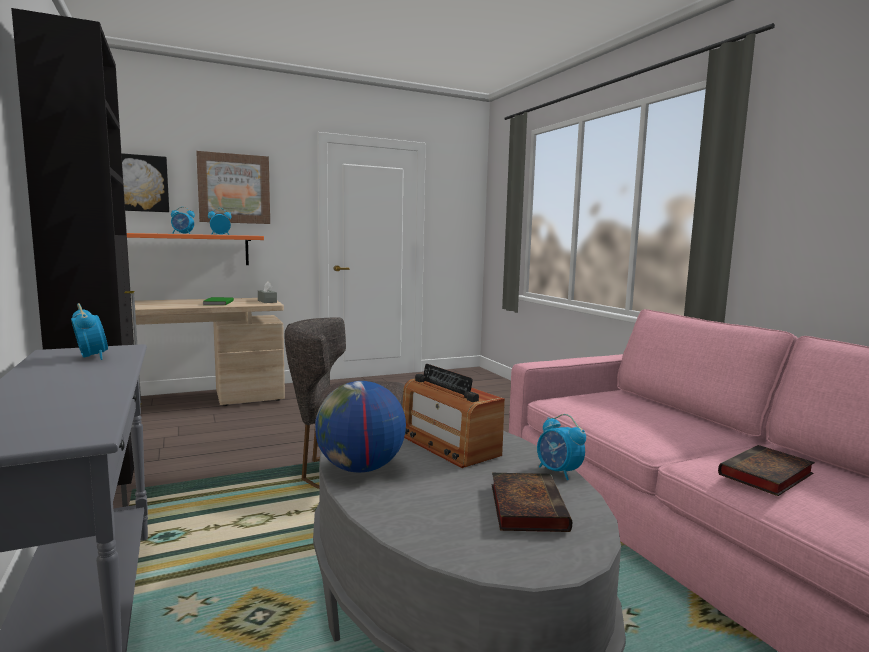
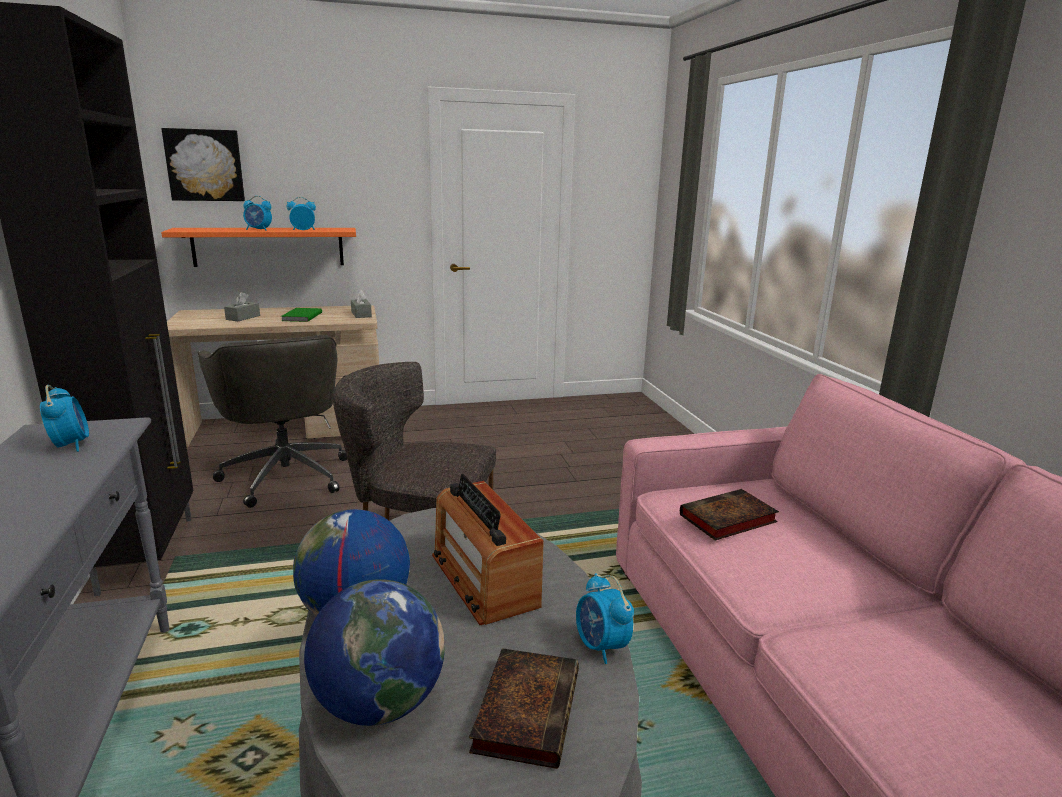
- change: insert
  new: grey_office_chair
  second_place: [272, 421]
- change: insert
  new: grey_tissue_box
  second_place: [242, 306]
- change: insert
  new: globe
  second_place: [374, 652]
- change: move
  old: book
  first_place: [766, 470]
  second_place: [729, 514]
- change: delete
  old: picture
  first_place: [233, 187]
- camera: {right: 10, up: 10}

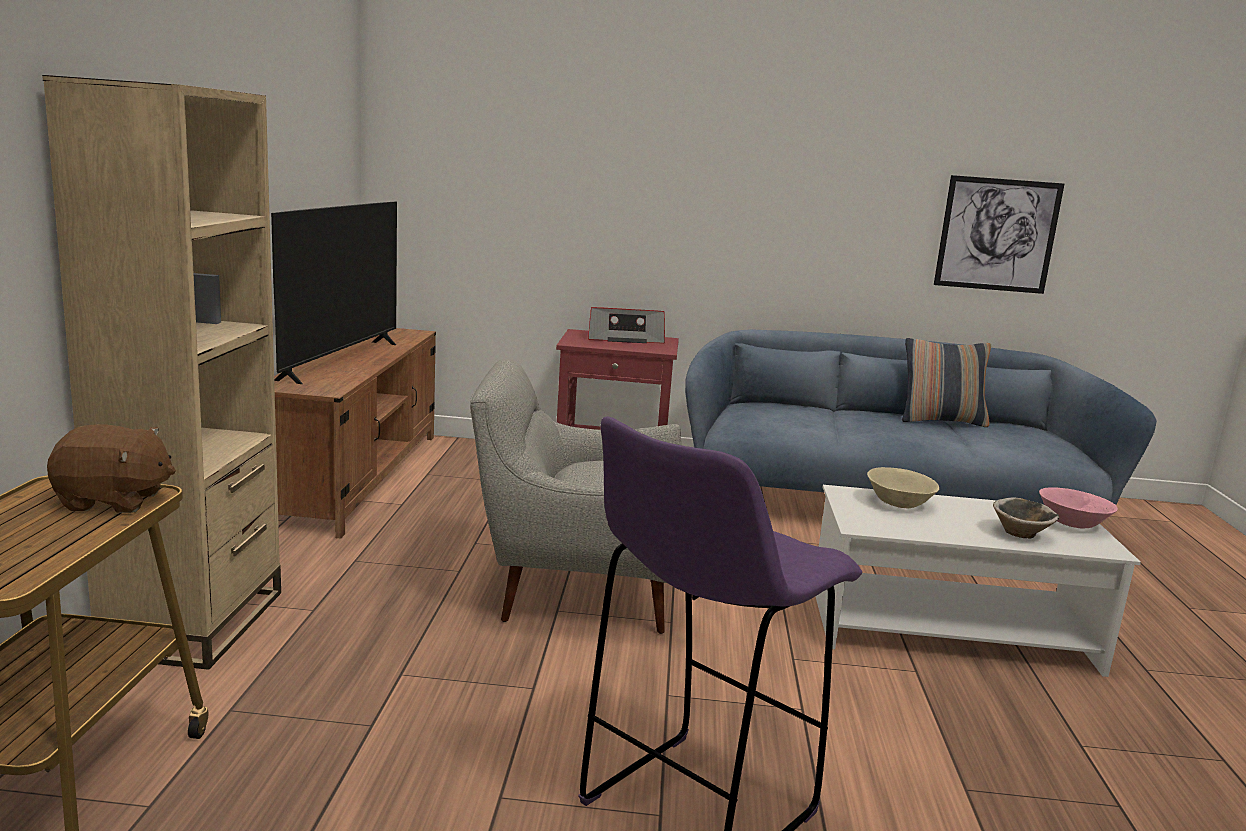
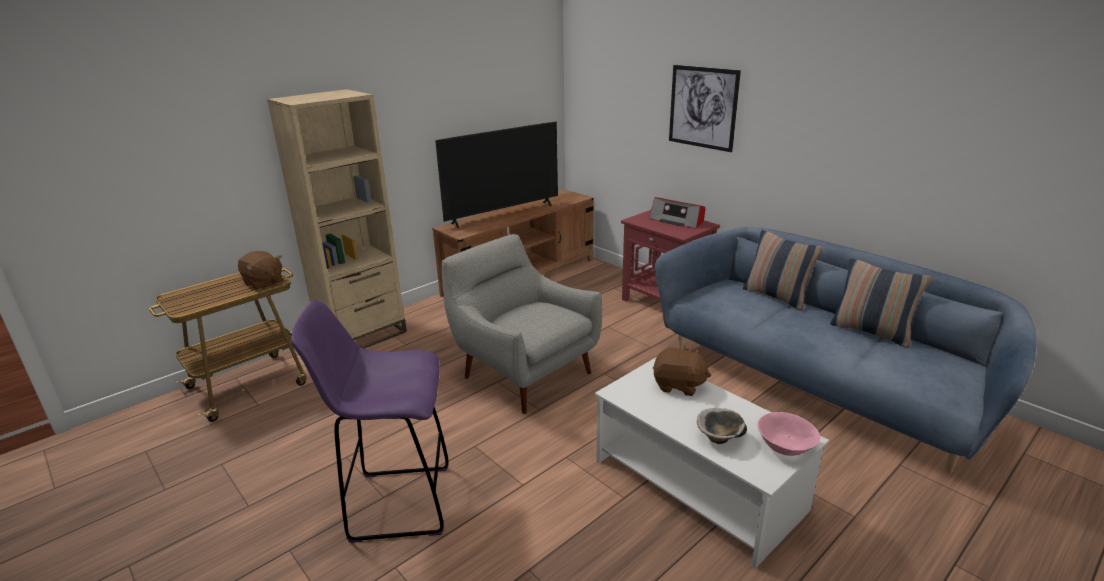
- change: replace
  old: beige_bowl
  new: brown_plush_toy
  first_place: [903, 487]
  second_place: [682, 372]
- change: move
  old: picture
  first_place: [999, 234]
  second_place: [705, 108]
- change: insert
  new: pillow
  second_place: [783, 270]
- camera: {right: 45, up: 10}

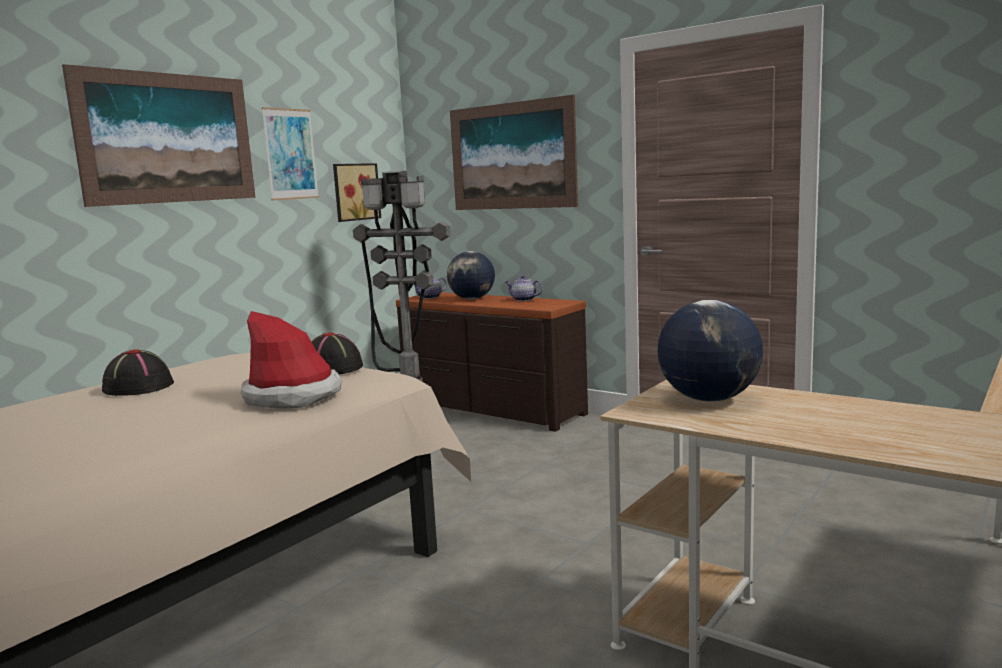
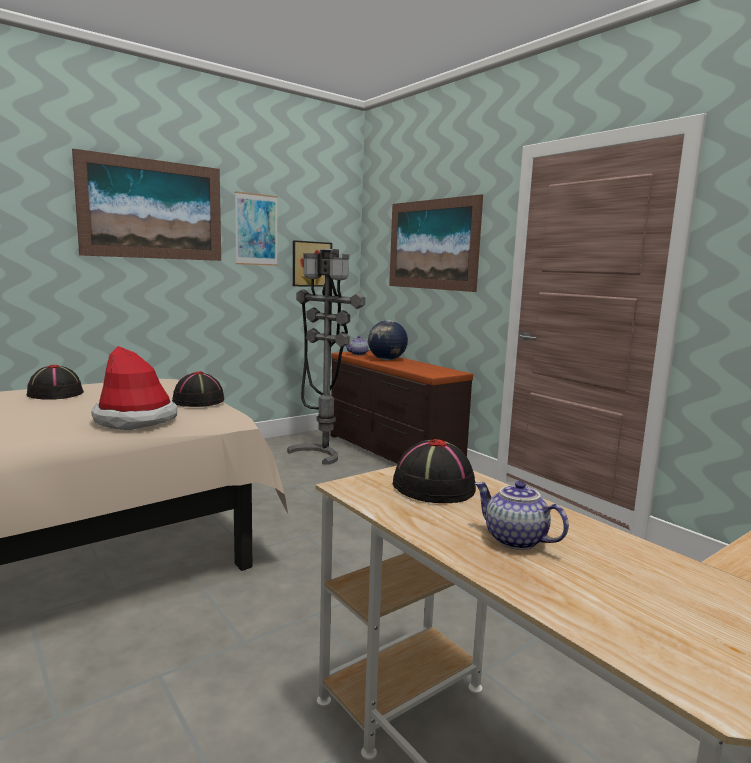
- change: replace
  old: globe
  new: black_hat
  first_place: [710, 351]
  second_place: [434, 471]
- change: move
  old: teapot
  first_place: [524, 288]
  second_place: [522, 515]
- camera: {right: 15, up: 0}

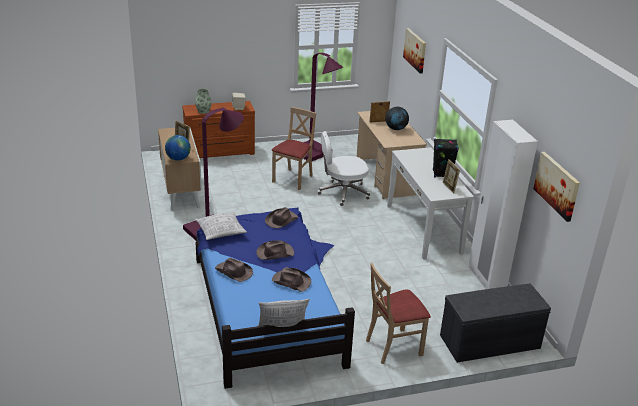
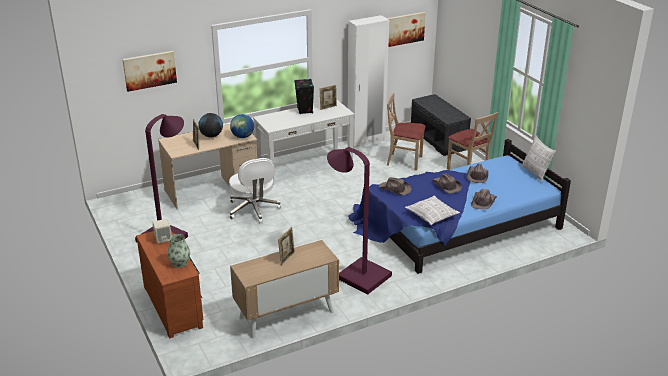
- change: move
  old: globe
  first_place: [178, 148]
  second_place: [242, 126]
- change: move
  old: beige_chair
  first_place: [293, 148]
  second_place: [406, 132]
- camera: {right: -100, up: 0}

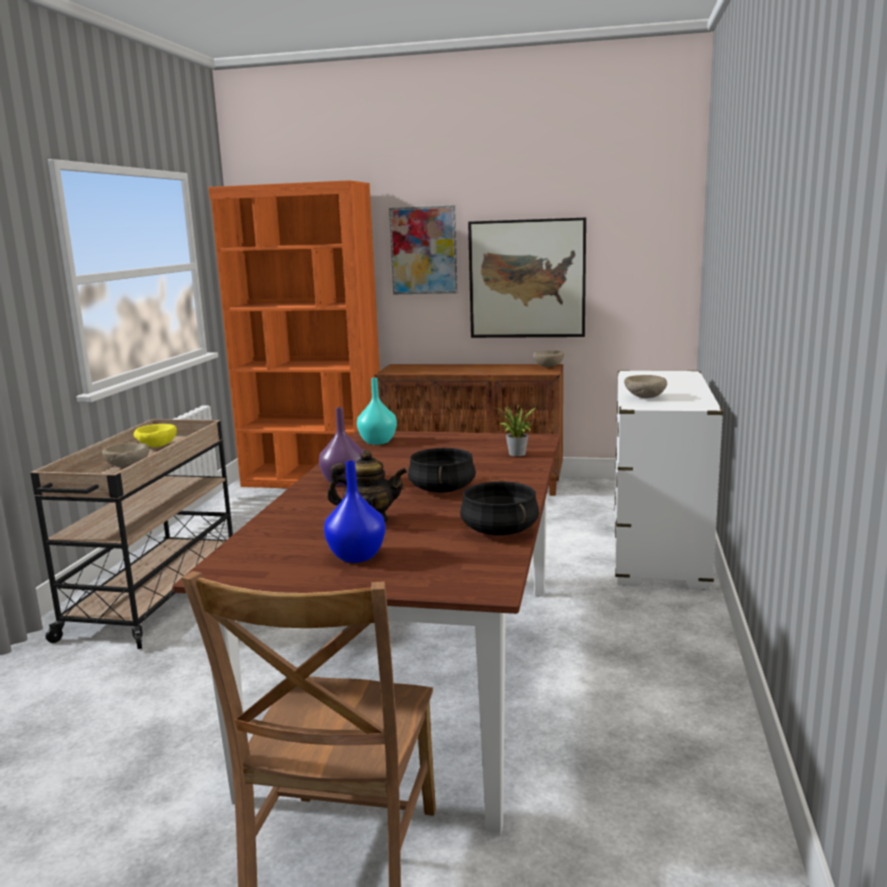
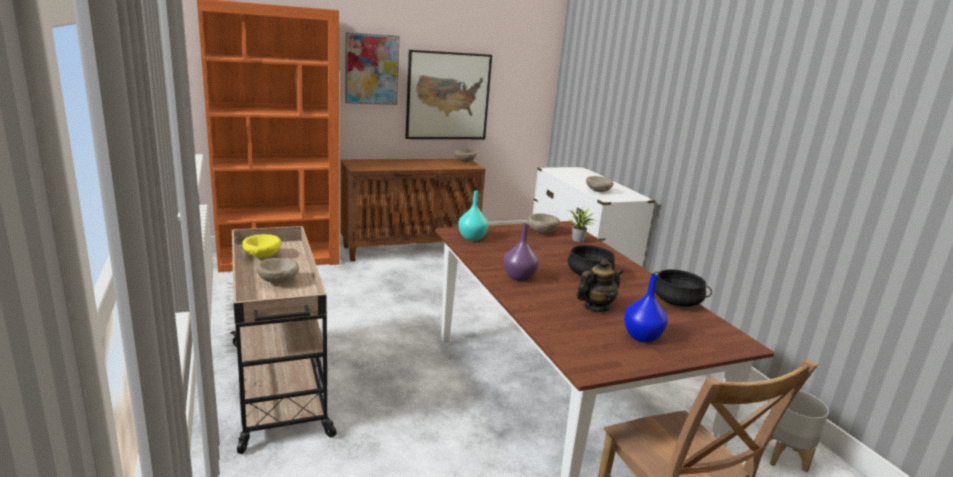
- change: insert
  new: beige_bowl
  second_place: [543, 223]
- change: insert
  new: grey_planter
  second_place: [798, 431]
- camera: {right: -35, up: 5}

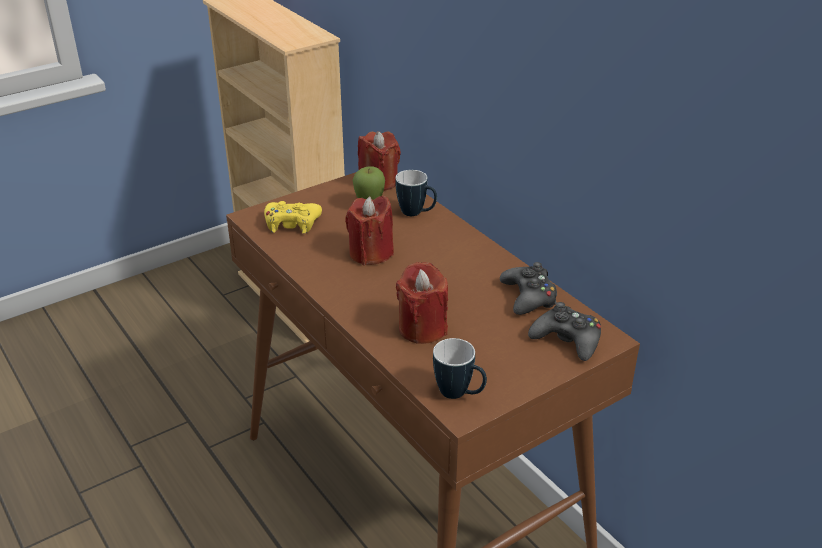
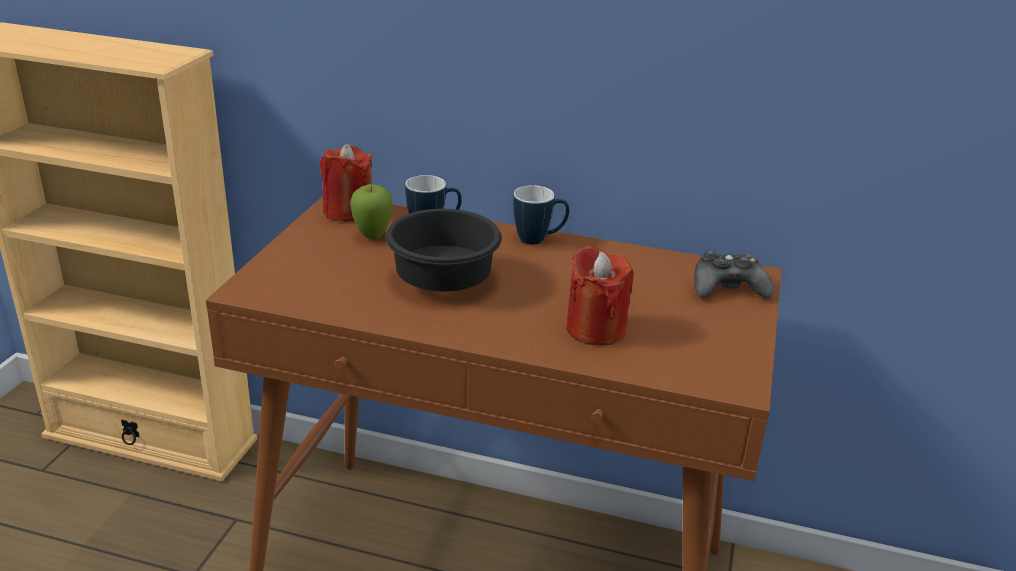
- change: replace
  old: red_candle
  new: black_bowl
  first_place: [369, 230]
  second_place: [444, 250]
- change: move
  old: mug
  first_place: [460, 368]
  second_place: [541, 214]
- change: delete
  old: yellow_game_controller
  first_place: [293, 217]
- change: delete
  old: black_game_controller
  first_place: [528, 288]
- camera: {right: -40, up: -5}

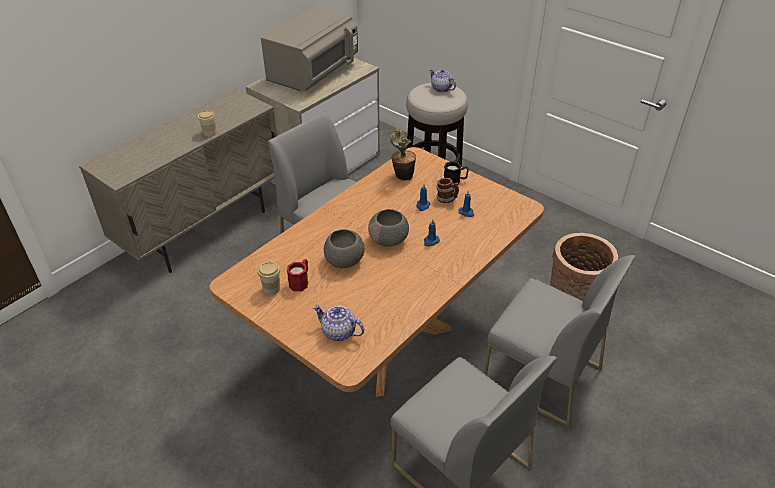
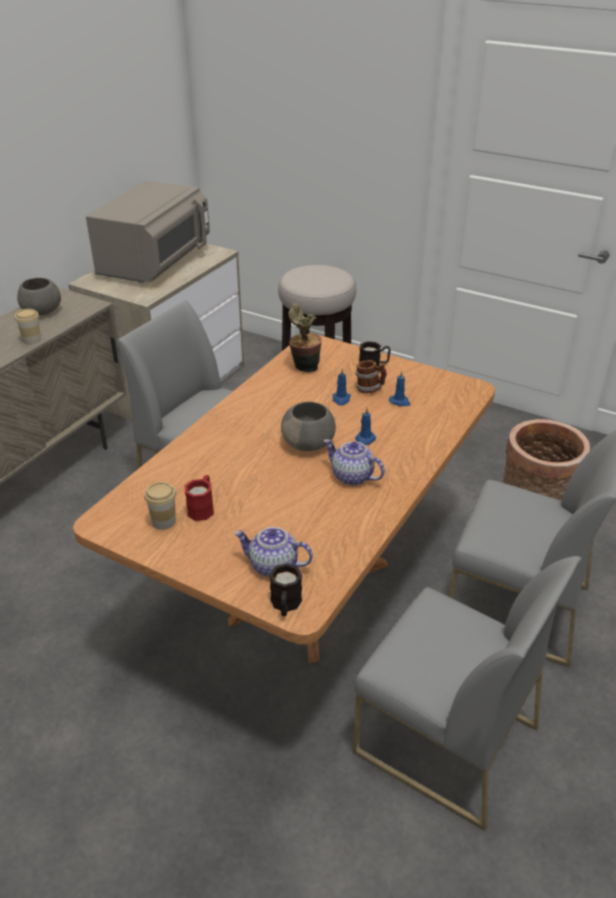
- change: move
  old: grey_bowl
  first_place: [344, 248]
  second_place: [39, 297]
- change: insert
  new: black_mug
  second_place: [285, 590]
- change: move
  old: teapot
  first_place: [442, 81]
  second_place: [354, 462]
- camera: {right: -10, up: -5}

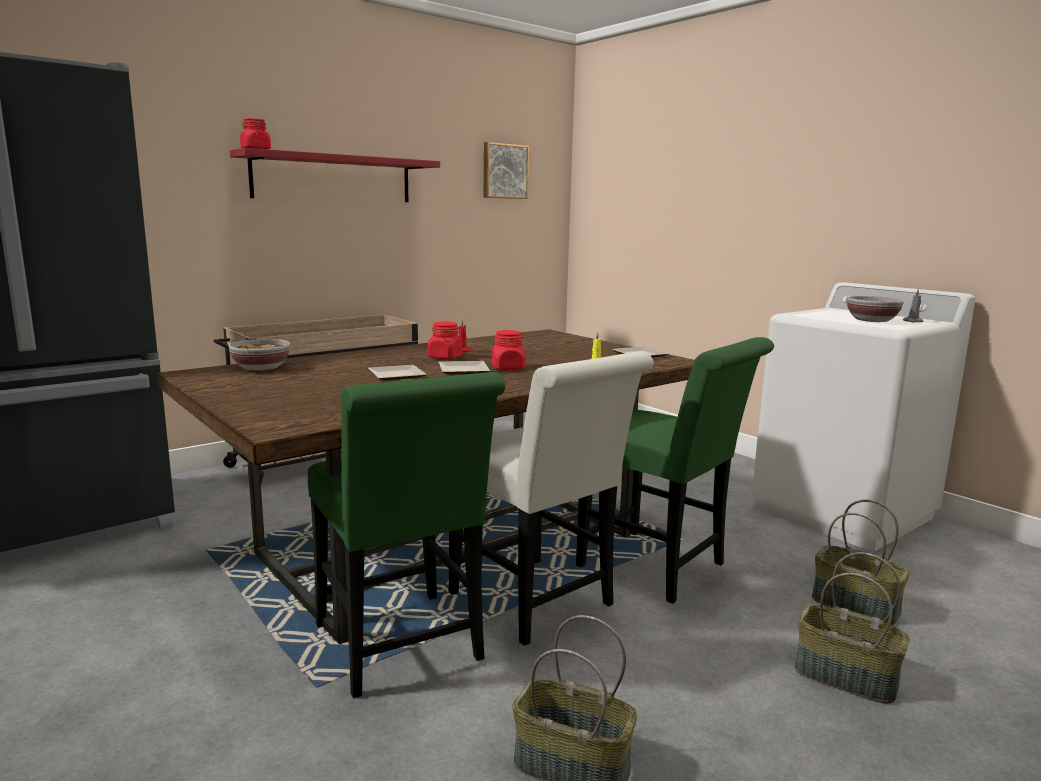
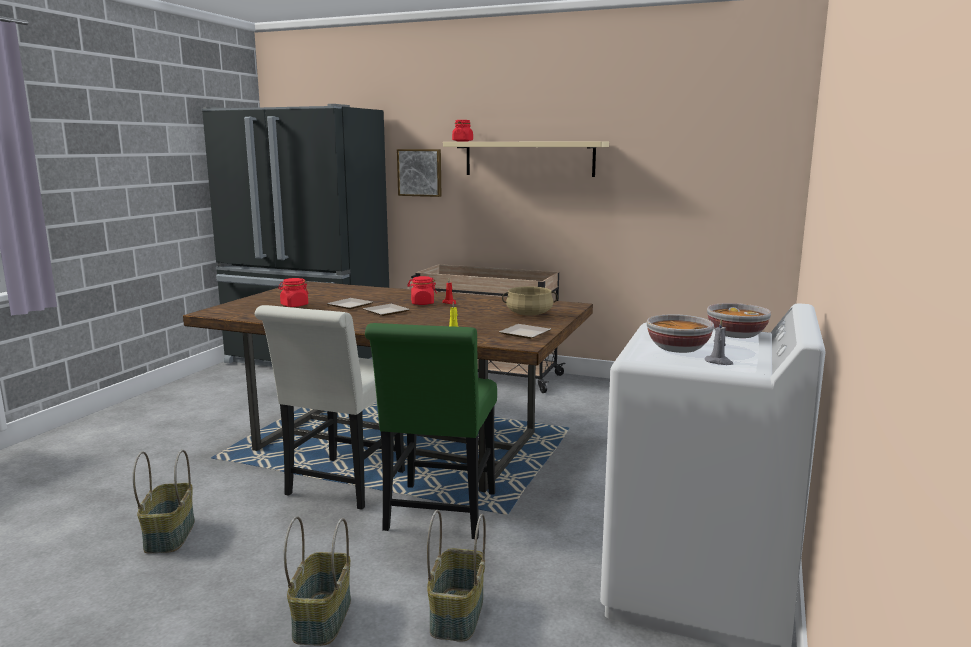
- change: move
  old: red_jar
  first_place: [508, 350]
  second_place: [293, 292]
- change: move
  old: picture
  first_place: [506, 170]
  second_place: [419, 173]
- change: recolor
  old: red_shelf
  new: beige_shelf
  first_place: [335, 175]
  second_place: [526, 159]
- change: insert
  new: beige_cooking_pot
  second_place: [530, 300]
- change: move
  old: bowl
  first_place: [259, 355]
  second_place: [739, 320]
- change: delete
  old: green_chair
  first_place: [407, 535]
- camera: {right: 60, up: 0}

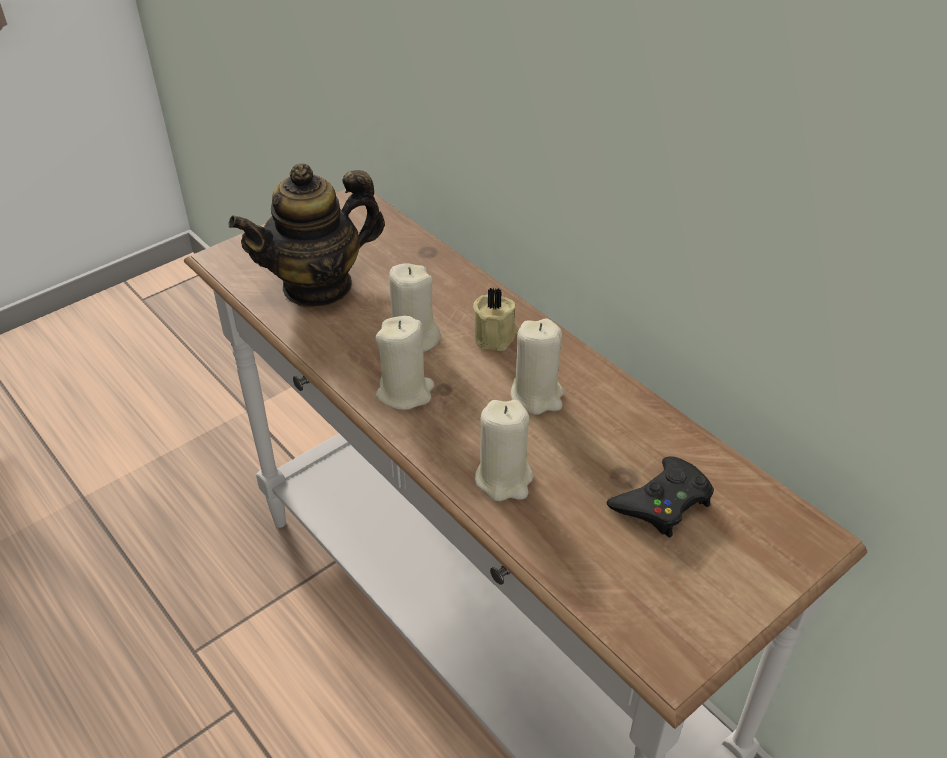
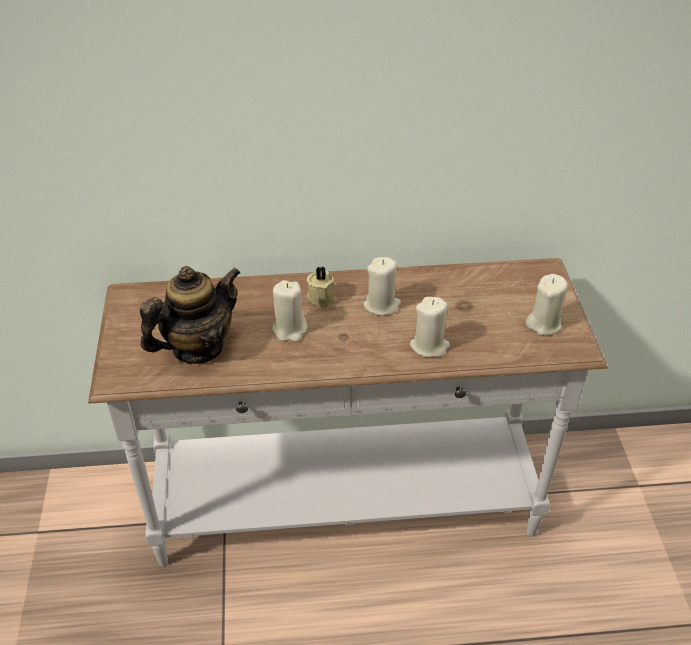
- change: rotate
  old: teapot
  first_place: [306, 235]
  second_place: [190, 315]
  degrees: -135
- change: move
  old: beige_candle
  first_place: [405, 363]
  second_place: [547, 305]
- change: delete
  old: black_game_controller
  first_place: [660, 497]
- camera: {right: -55, up: 0}

